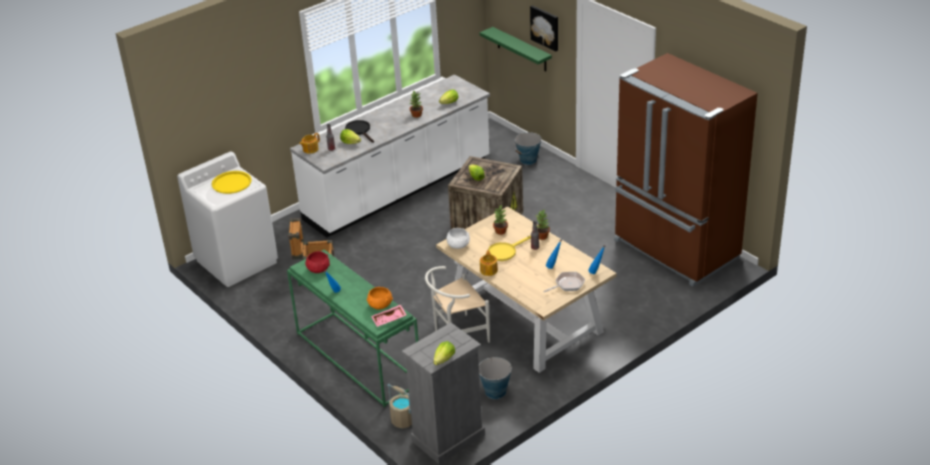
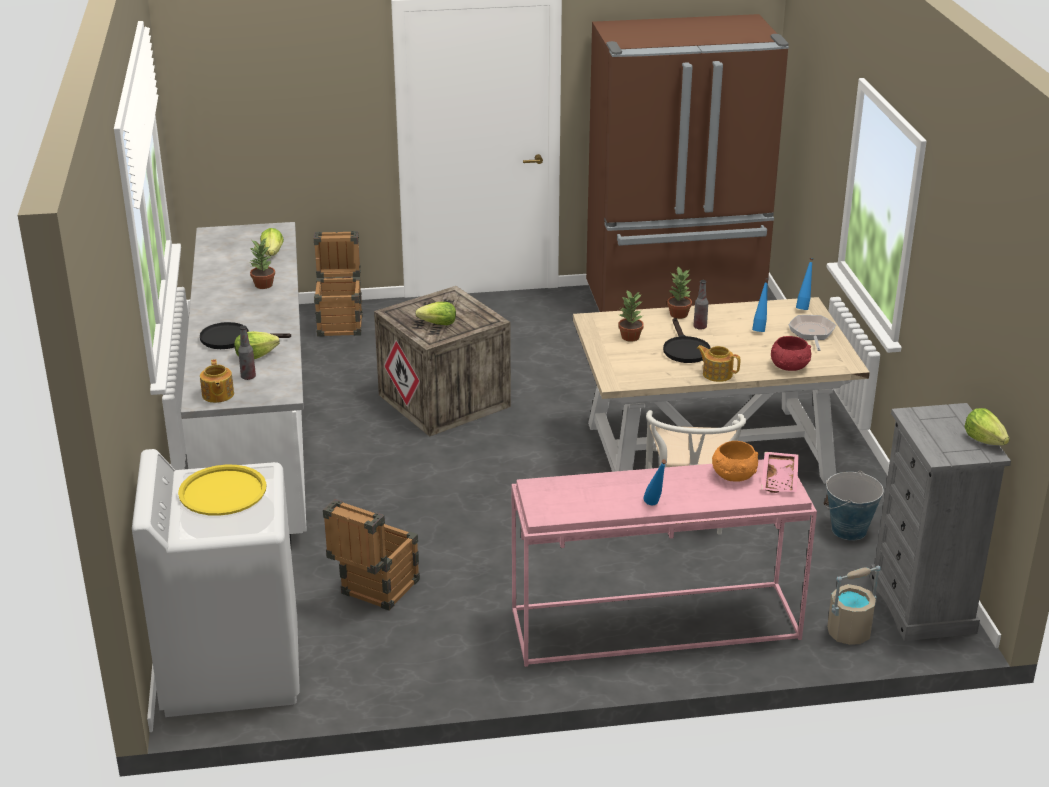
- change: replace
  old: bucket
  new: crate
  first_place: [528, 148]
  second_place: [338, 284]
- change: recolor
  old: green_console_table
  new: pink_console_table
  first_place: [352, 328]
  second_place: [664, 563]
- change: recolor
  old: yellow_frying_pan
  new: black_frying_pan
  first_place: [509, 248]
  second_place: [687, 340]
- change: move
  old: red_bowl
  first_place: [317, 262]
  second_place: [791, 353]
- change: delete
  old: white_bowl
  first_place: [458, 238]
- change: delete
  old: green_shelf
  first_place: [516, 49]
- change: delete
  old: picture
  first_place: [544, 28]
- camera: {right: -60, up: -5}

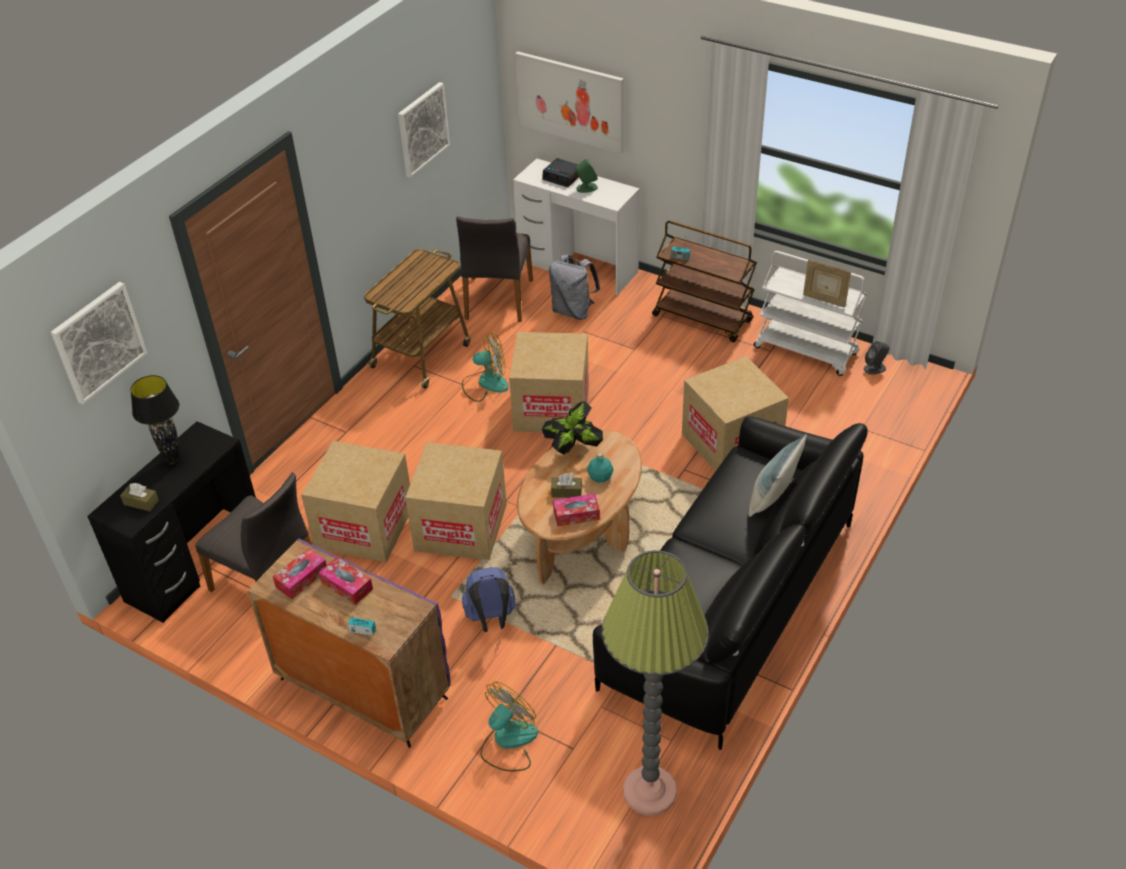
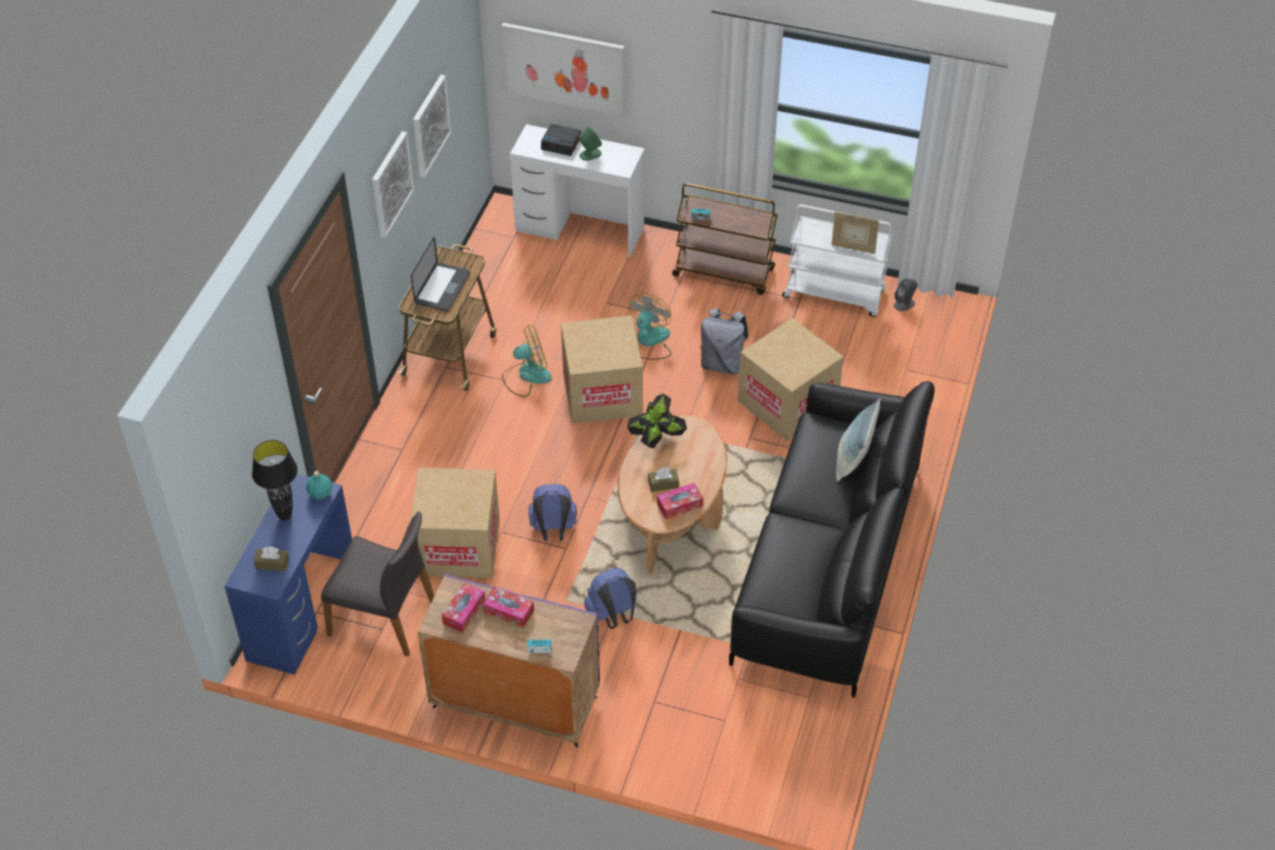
- change: recolor
  old: black_desk
  new: blue_desk
  first_place: [171, 522]
  second_place: [288, 574]
- change: move
  old: turquoise_bottle
  first_place: [600, 467]
  second_place: [319, 485]
- change: move
  old: picture
  first_place: [99, 343]
  second_place: [393, 184]
- change: insert
  new: laptop
  second_place: [440, 273]
- change: replace
  old: cardboard_box
  new: blue_backpack
  first_place: [456, 501]
  second_place: [553, 512]
- change: move
  old: fan
  first_place: [509, 727]
  second_place: [649, 326]
- change: move
  old: grey_backpack
  first_place: [574, 287]
  second_place: [724, 341]
- change: delete
  old: grey_chair
  first_place: [494, 269]
- change: delete
  old: floor_lamp
  first_place: [655, 683]
- camera: {right: -15, up: 5}

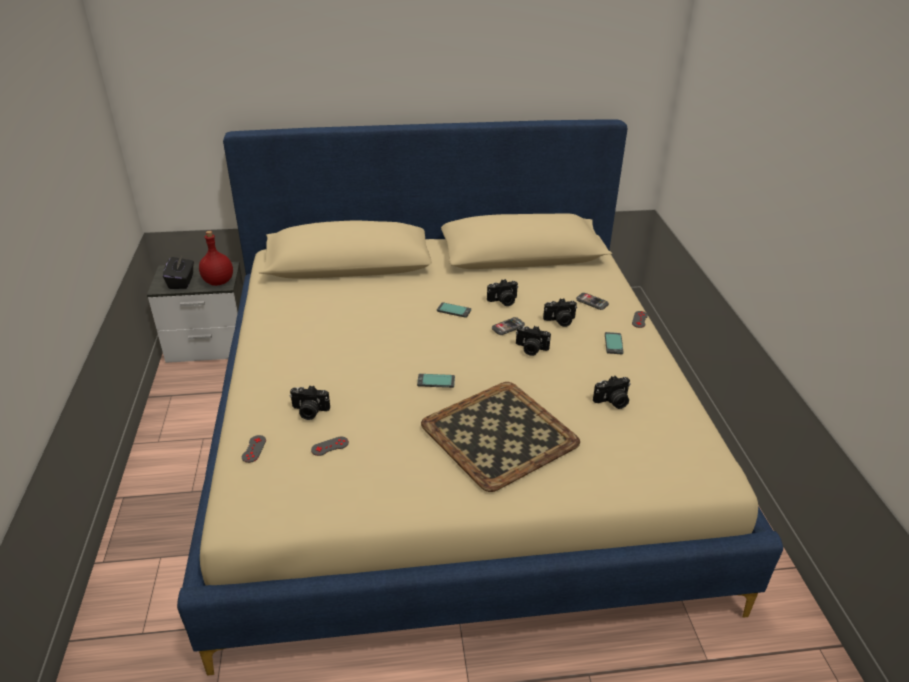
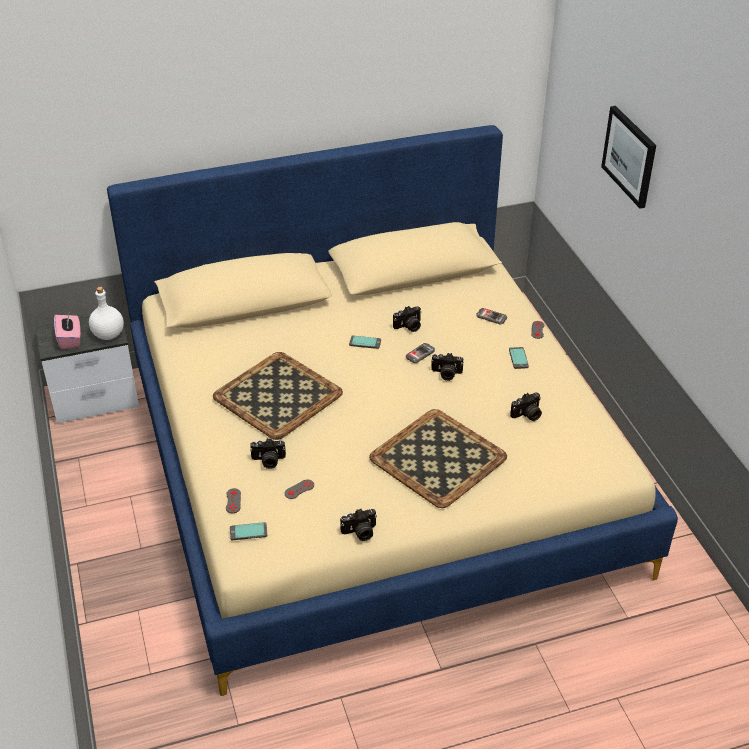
- change: recolor
  old: black_tissue_box
  new: pink_tissue_box
  first_place: [178, 272]
  second_place: [67, 332]
- change: recolor
  old: red_bottle
  new: white_bottle
  first_place: [216, 258]
  second_place: [106, 313]
- change: insert
  new: tray
  second_place: [278, 396]
- change: move
  old: phone
  first_place: [436, 381]
  second_place: [249, 531]
- change: move
  old: photo_camera
  first_place: [560, 312]
  second_place: [358, 525]
- change: insert
  new: picture
  second_place: [628, 157]
- camera: {right: -10, up: 5}

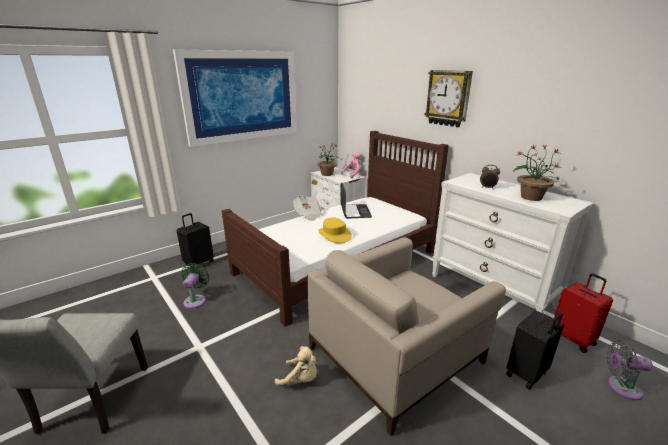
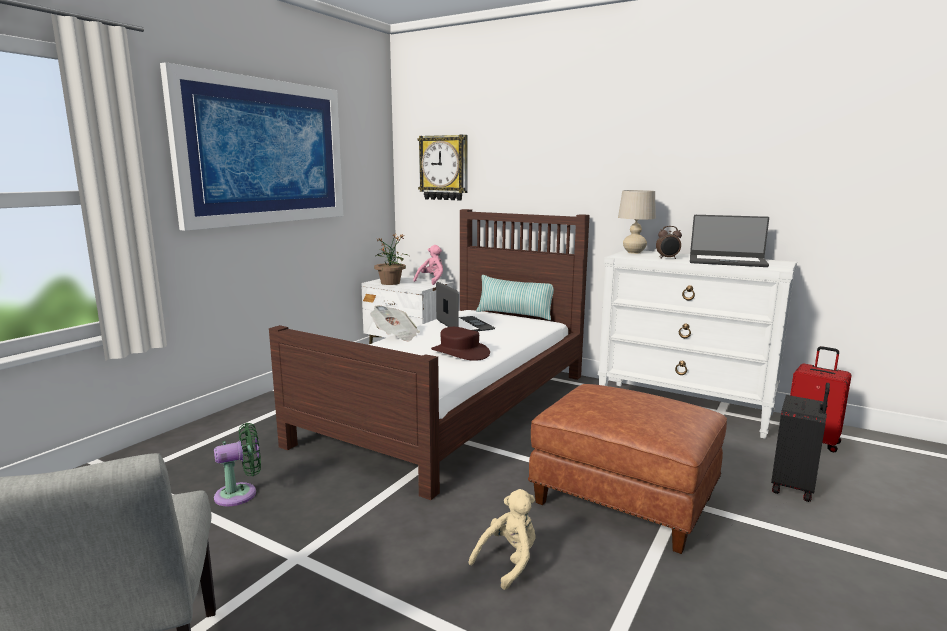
- change: rotate
  old: green_fan
  first_place: [195, 286]
  second_place: [237, 464]
  degrees: 75
- change: move
  old: wall_clock
  first_place: [448, 98]
  second_place: [442, 168]
- change: recolor
  old: yellow_hat
  new: brown_hat
  first_place: [335, 230]
  second_place: [460, 344]
- change: rotate
  old: beige_plush_toy
  first_place: [296, 366]
  second_place: [501, 539]
  degrees: -45
- change: insert
  new: pillow
  second_place: [515, 297]
- change: replace
  old: beige_armchair
  new: brown_ottoman
  first_place: [406, 336]
  second_place: [627, 469]
- change: insert
  new: beige_table_lamp
  second_place: [637, 222]
- change: replace
  old: potted_plant
  new: laptop
  first_place: [537, 172]
  second_place: [729, 241]
- change: delete
  old: black_suitcase
  first_place: [195, 239]
- change: delete
  old: grey_fan
  first_place: [630, 370]
- camera: {right: -20, up: -10}

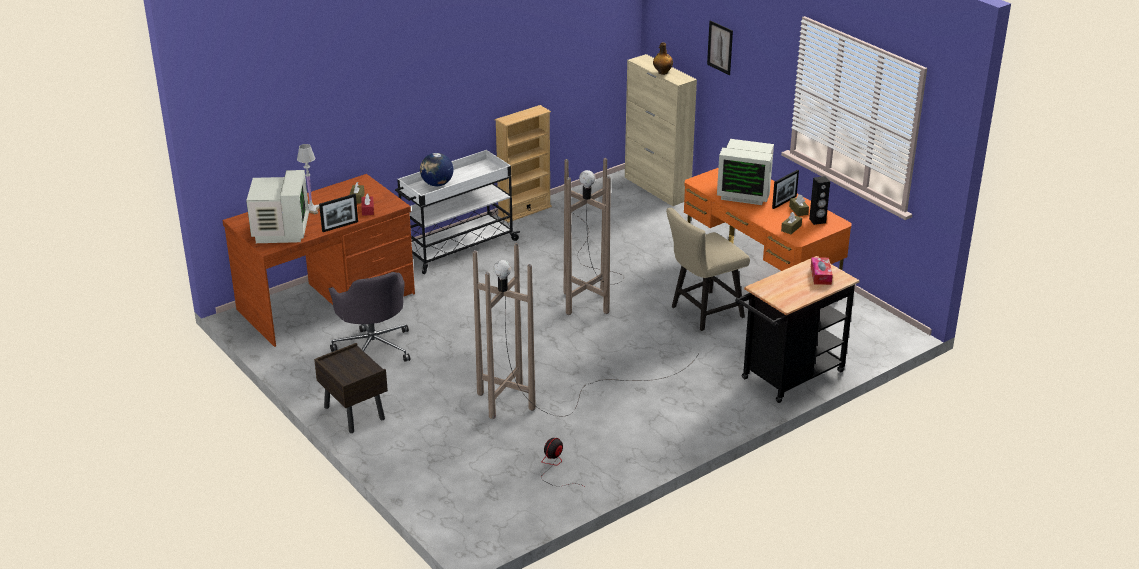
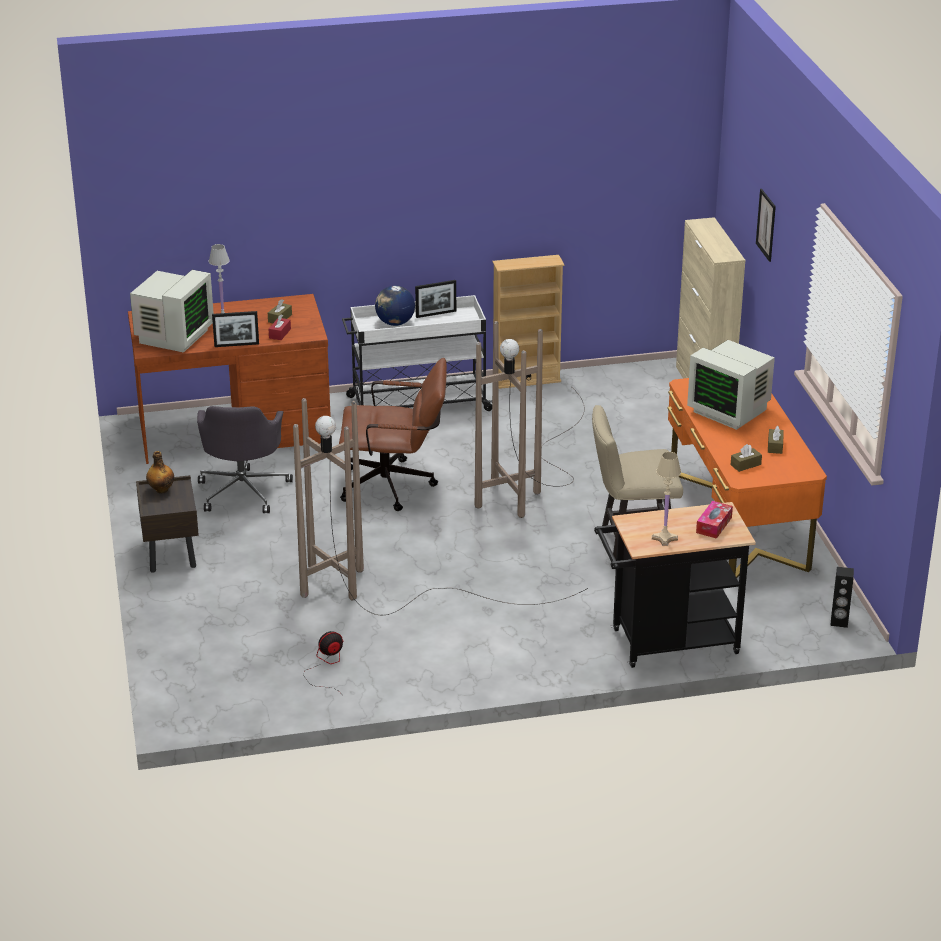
- change: move
  old: bottle
  first_place: [663, 58]
  second_place: [160, 472]
- change: insert
  new: brown_office_chair
  second_place: [393, 434]
- change: move
  old: picture_frame
  first_place: [785, 189]
  second_place: [435, 299]
- change: insert
  new: beige_table_lamp
  second_place: [666, 499]
- change: move
  old: black_speaker
  first_place: [819, 200]
  second_place: [842, 597]
- camera: {right: 25, up: 0}

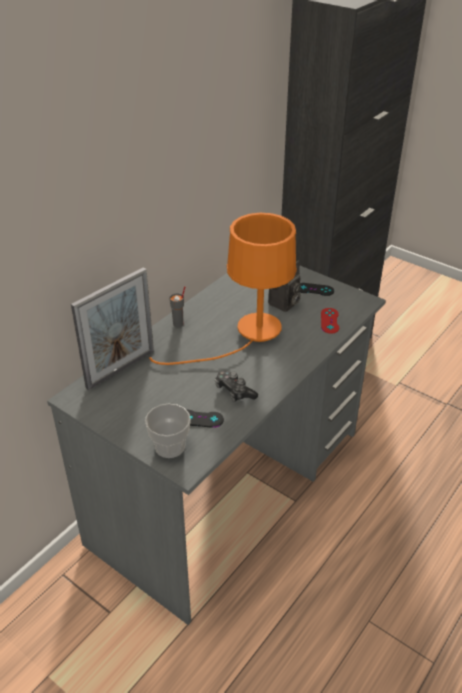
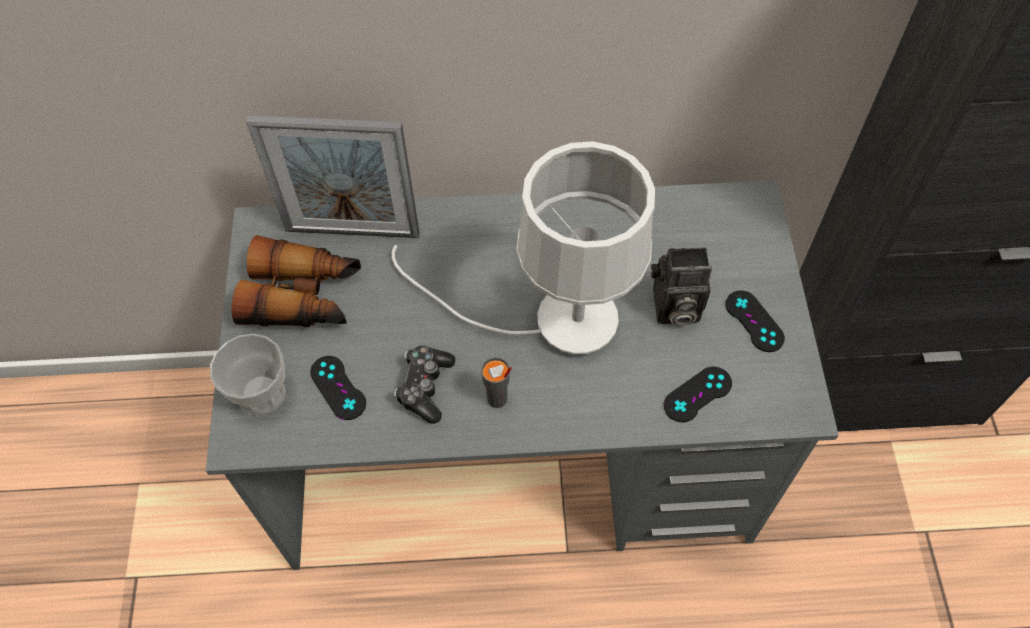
- change: insert
  new: binoculars
  second_place: [296, 281]
- change: recolor
  old: orange_table_lamp
  new: white_table_lamp
  first_place: [223, 289]
  second_place: [523, 248]
- change: move
  old: grey_cup
  first_place: [177, 306]
  second_place: [496, 382]
- change: recolor
  old: red_game_controller
  new: black_game_controller
  first_place: [330, 321]
  second_place: [698, 394]
- camera: {right: 50, up: 20}

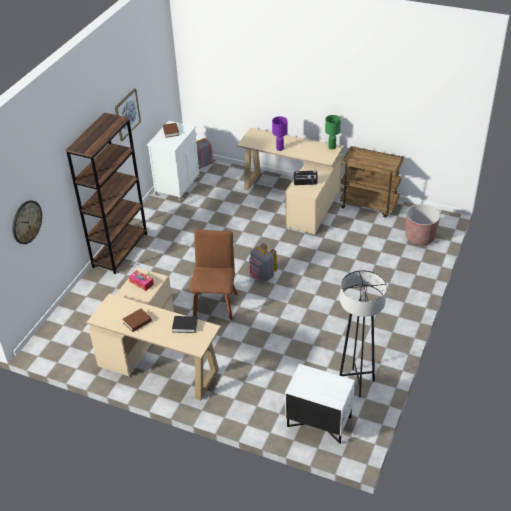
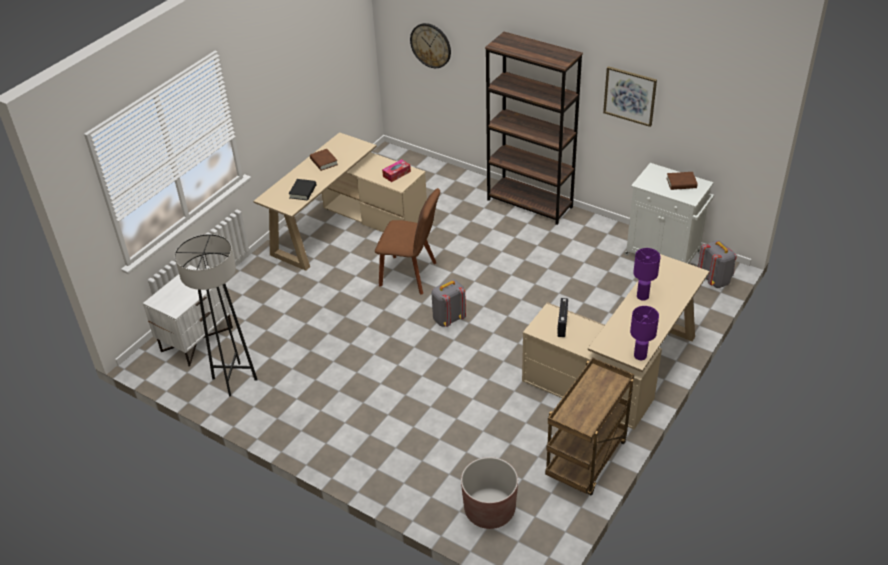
- change: recolor
  old: green_table_lamp
  new: purple_table_lamp
  first_place: [333, 132]
  second_place: [644, 333]
- camera: {right: 100, up: 0}

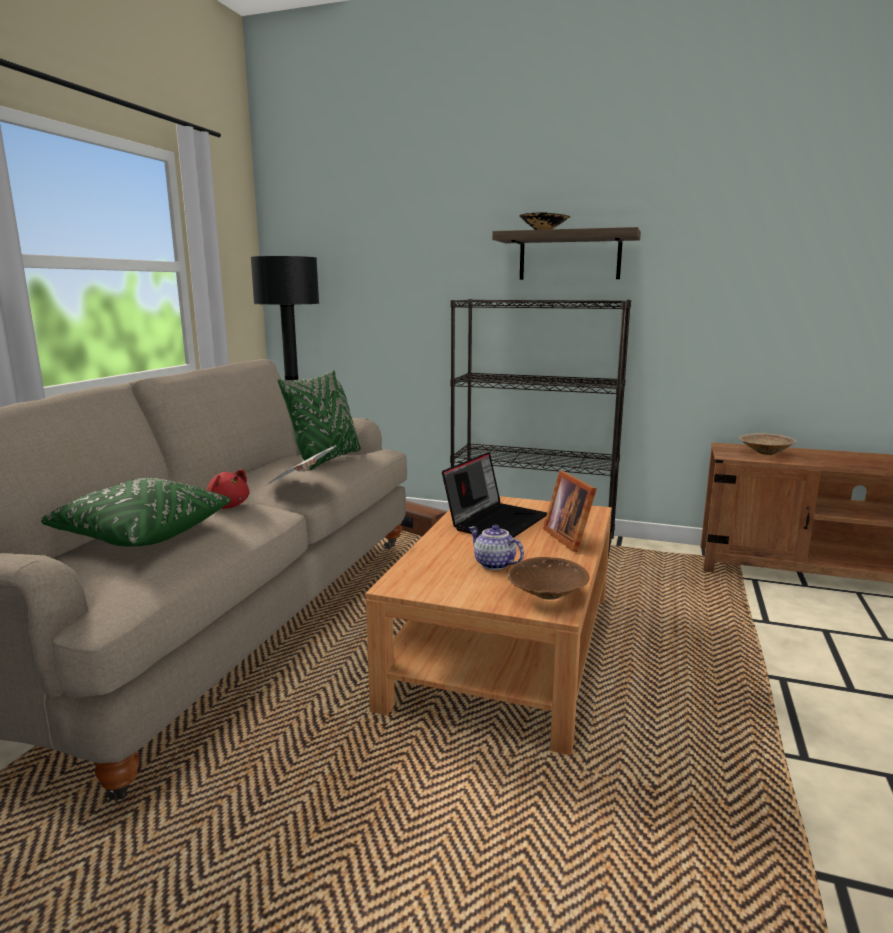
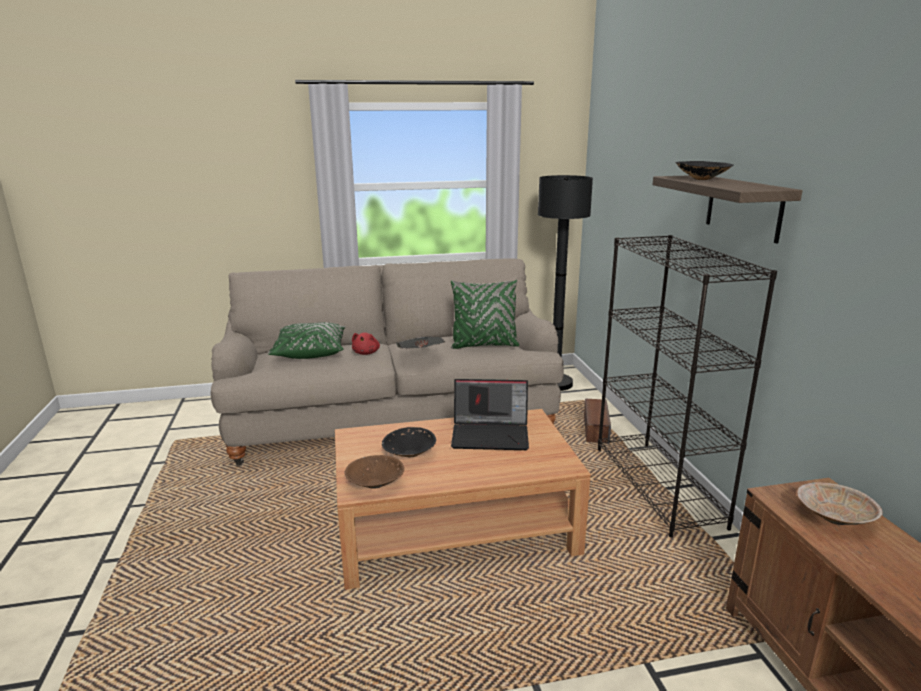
- change: replace
  old: teapot
  new: black_bowl
  first_place: [496, 547]
  second_place: [409, 442]
- change: delete
  old: picture_frame
  first_place: [570, 511]
- camera: {right: 60, up: 5}

